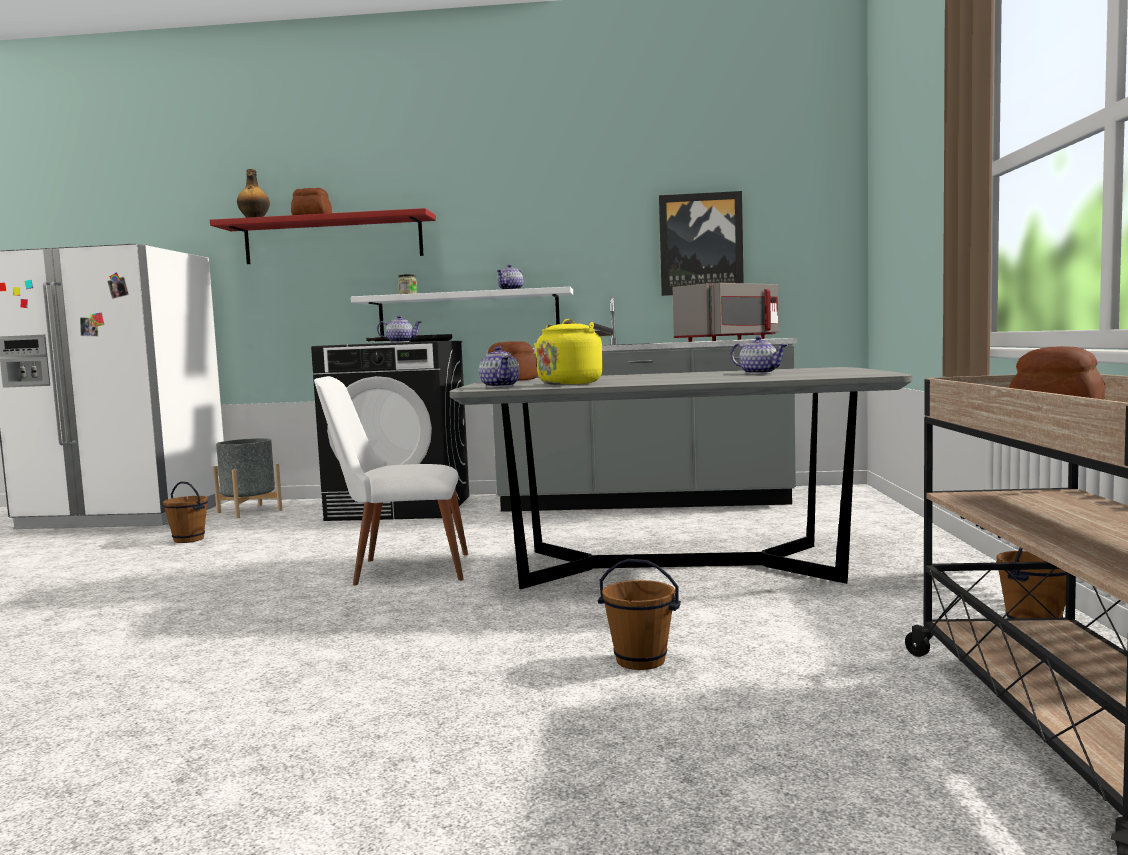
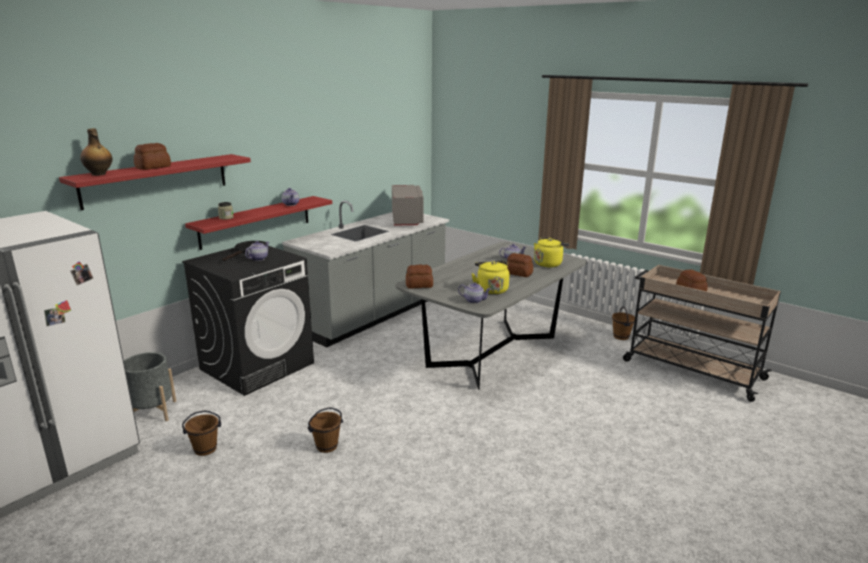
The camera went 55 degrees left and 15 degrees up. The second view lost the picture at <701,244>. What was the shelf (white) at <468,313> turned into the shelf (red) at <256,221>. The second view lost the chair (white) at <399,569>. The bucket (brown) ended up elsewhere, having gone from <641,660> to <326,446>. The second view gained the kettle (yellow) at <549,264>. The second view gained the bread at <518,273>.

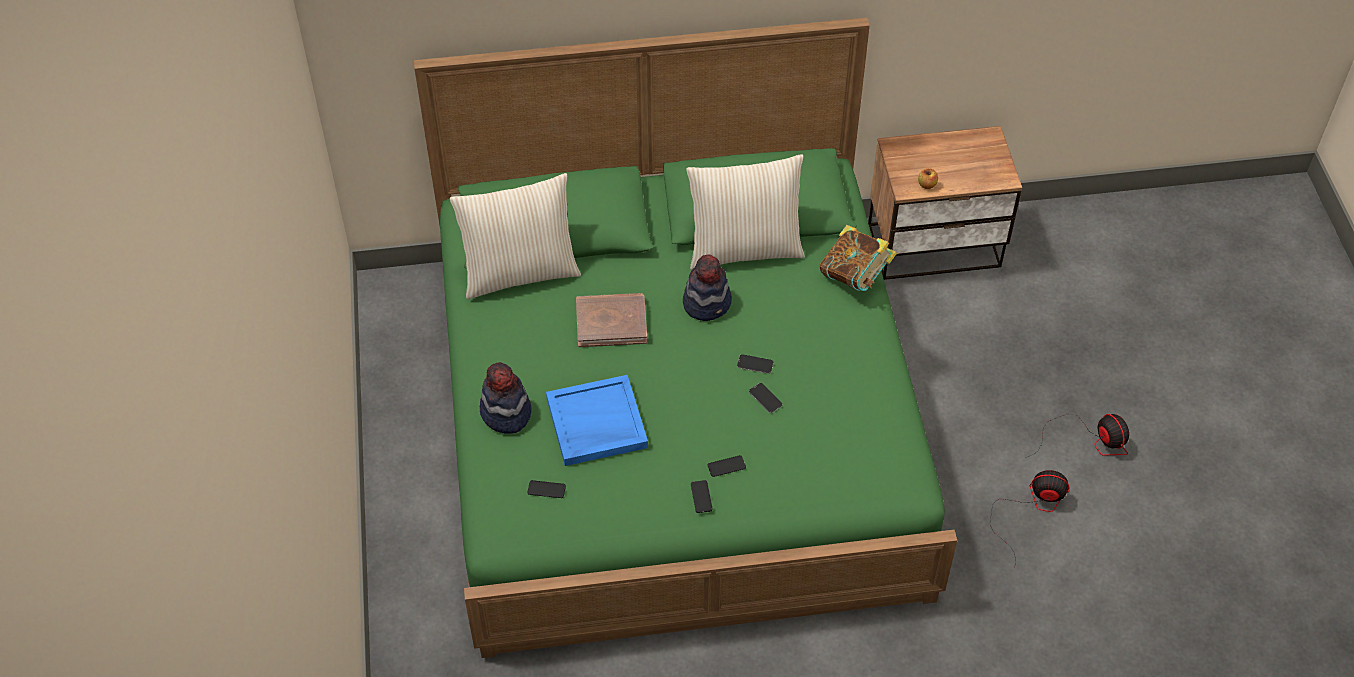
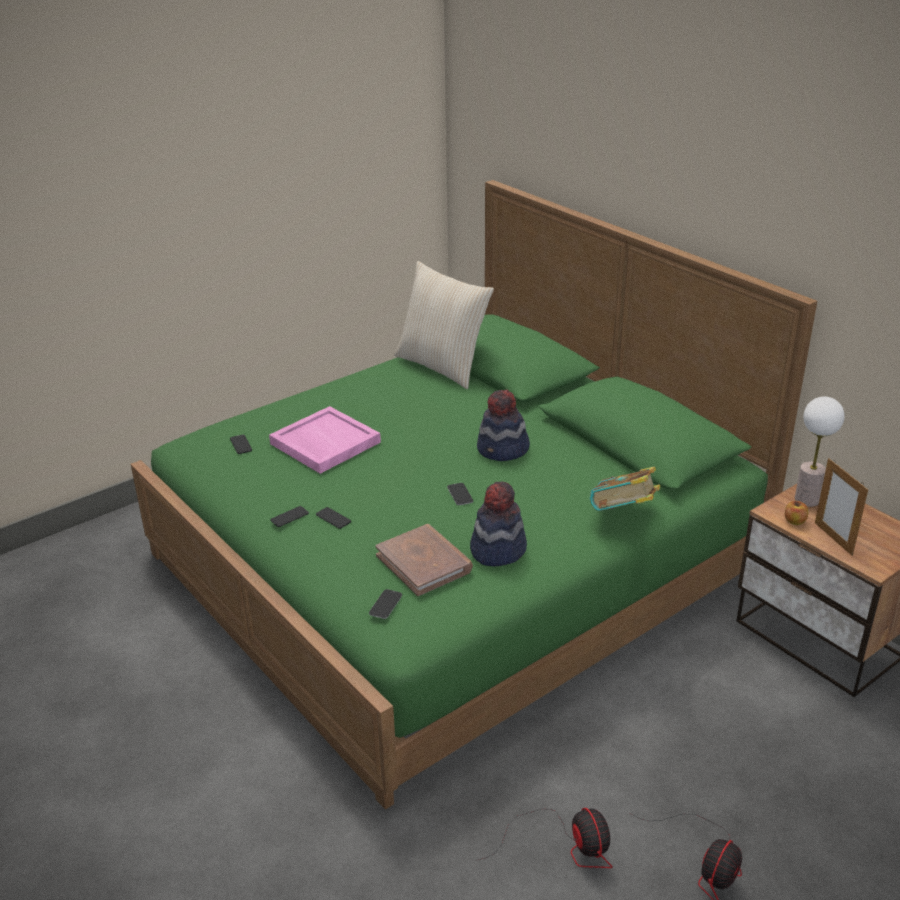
The camera went 60 degrees right and 20 degrees down. The second view lost the pillow (beige) at <744,248>. The book (brown) ended up elsewhere, having gone from <611,322> to <424,563>. The hat ended up elsewhere, having gone from <505,413> to <497,549>. What was the tray (blue) at <596,424> turned into the tray (pink) at <324,443>. The phone ended up elsewhere, having gone from <765,398> to <385,605>. The second view gained the table lamp at <807,499>. The second view gained the picture frame at <833,539>.

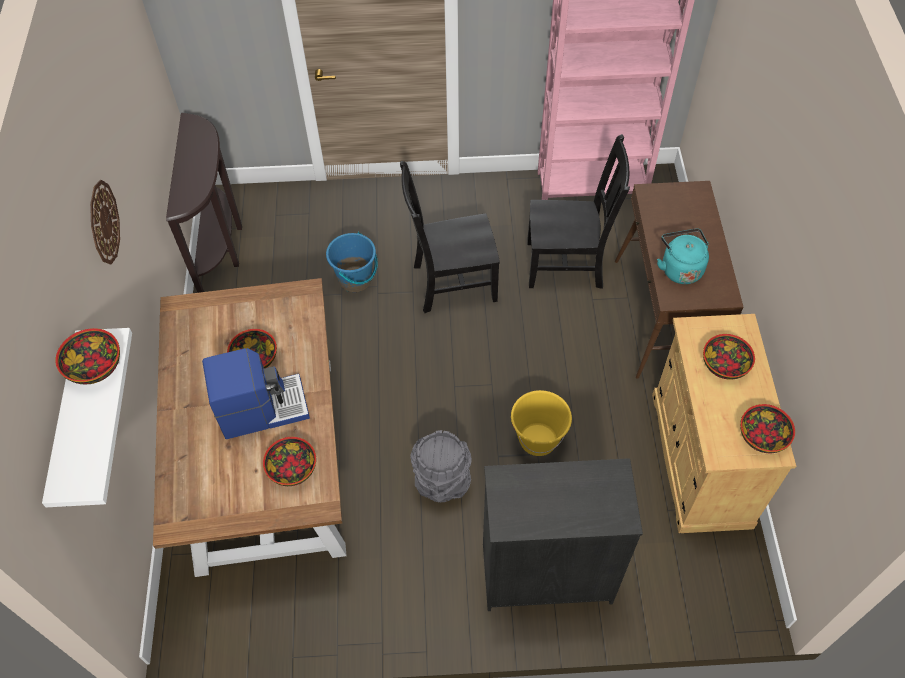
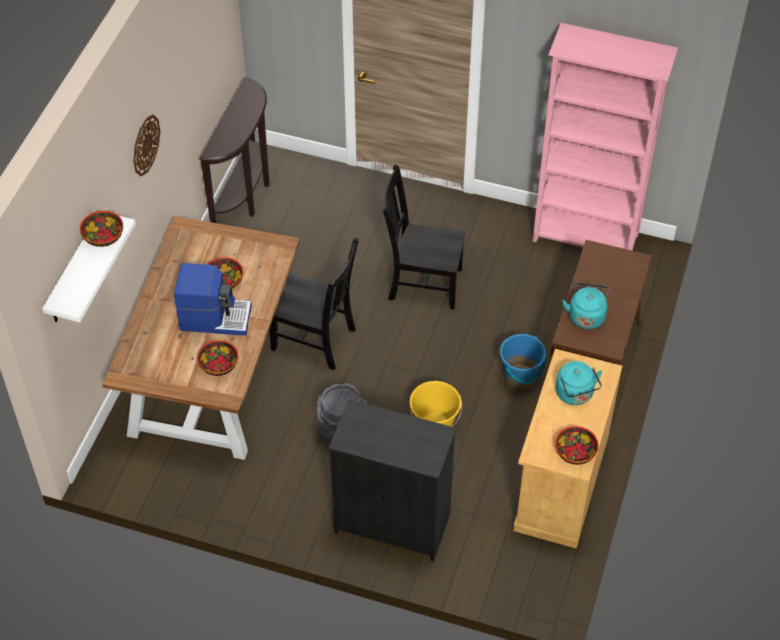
The camera went 20 degrees right and 5 degrees down. The chair (black) ended up elsewhere, having gone from <567,264> to <316,340>. The bucket (blue) ended up elsewhere, having gone from <355,279> to <520,377>. Where the bowl stood at <725,365>, the kettle (turquoise) came to stand at <575,395>.

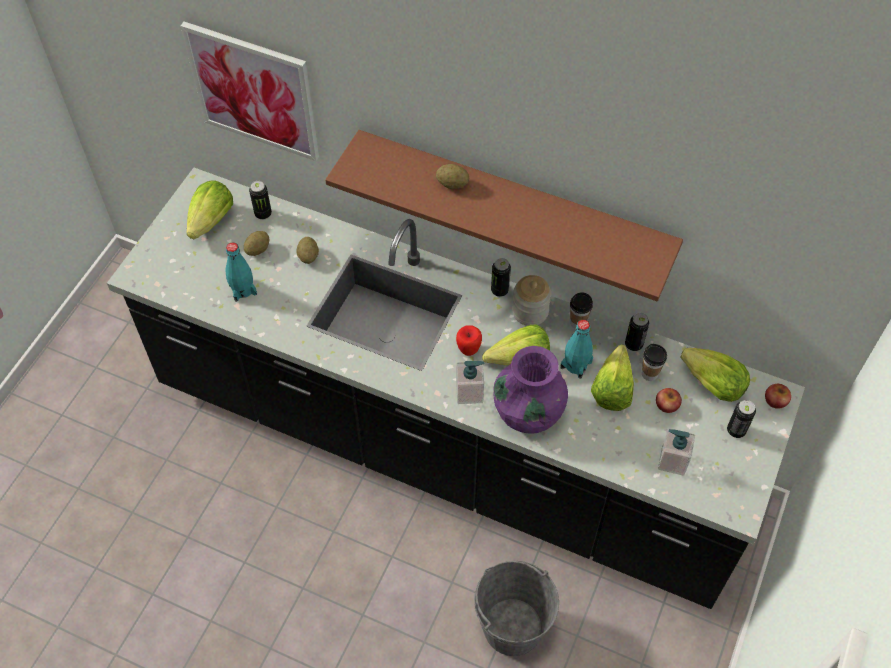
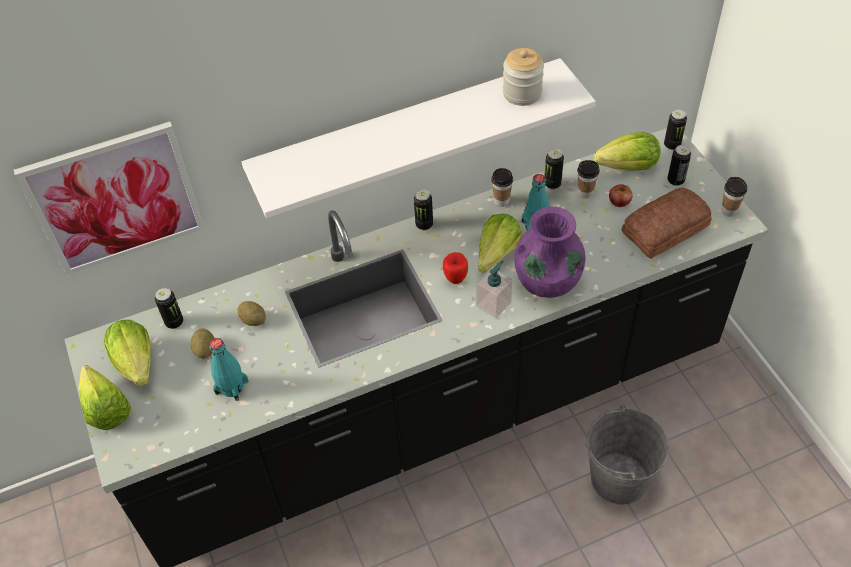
The camera went 45 degrees left and 5 degrees down. What was the shelf (brown) at <513,205> turned into the shelf (white) at <408,134>. The second view lost the potato at <452,184>. The jar ended up elsewhere, having gone from <530,311> to <522,93>. The lettuce ended up elsewhere, having gone from <614,385> to <105,404>. Where the apple stood at <775,400>, the can came to stand at <672,145>. Where the soap dispenser stood at <672,461>, the bread came to stand at <667,230>. The second view gained the cup at <729,210>.

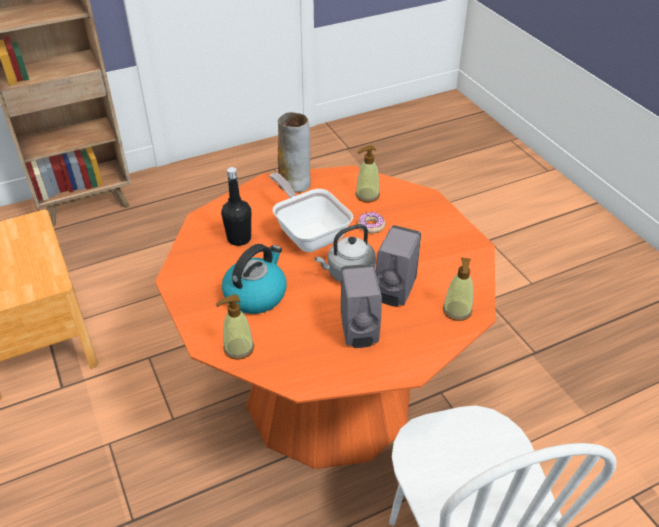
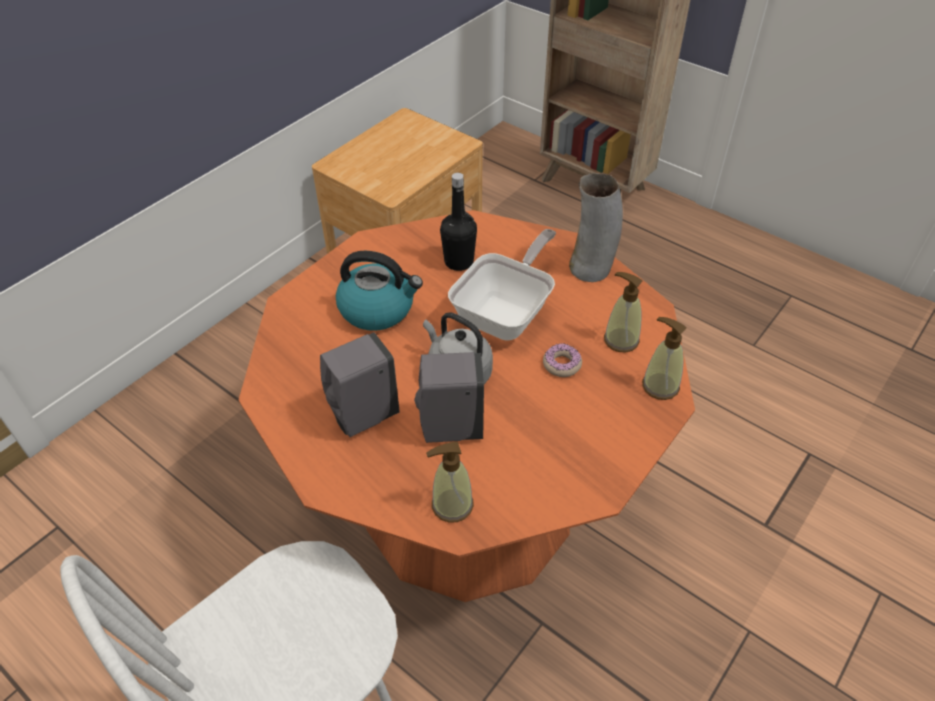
The camera went 65 degrees right and 5 degrees up. The soap dispenser ended up elsewhere, having gone from <238,348> to <660,386>.

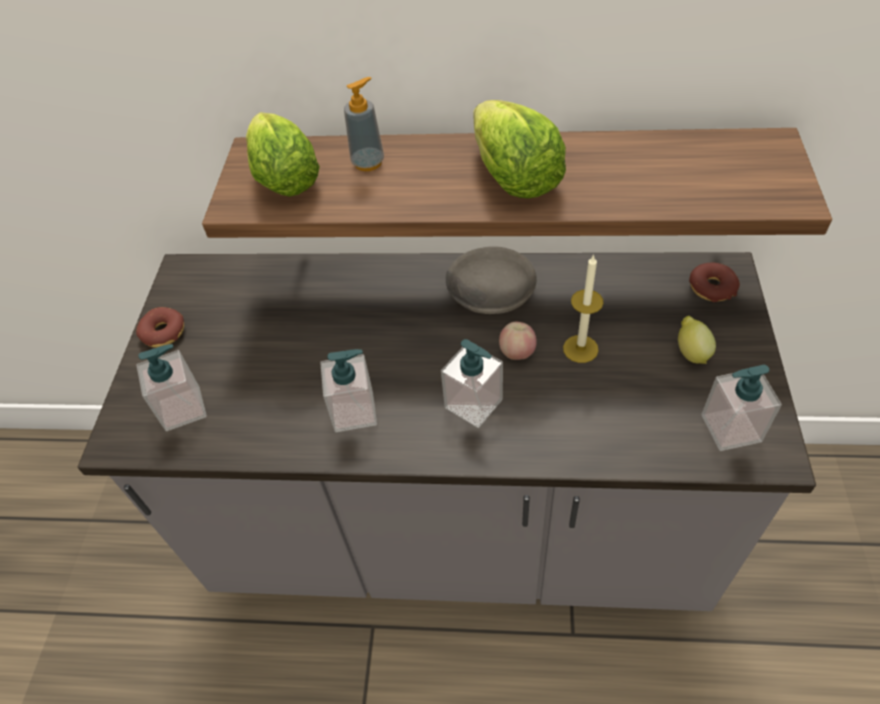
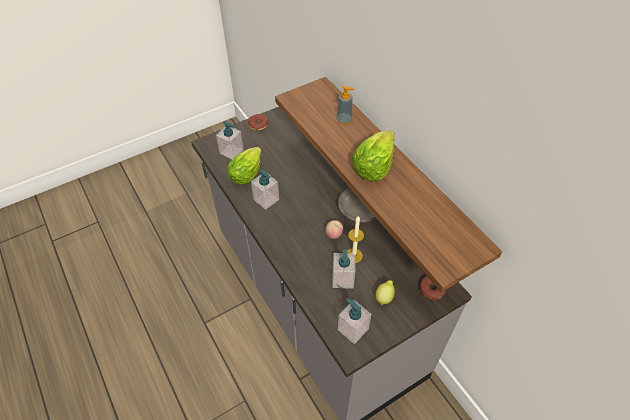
The camera went 50 degrees right and 0 degrees up. The lettuce ended up elsewhere, having gone from <283,175> to <248,173>. The soap dispenser ended up elsewhere, having gone from <474,404> to <343,279>.

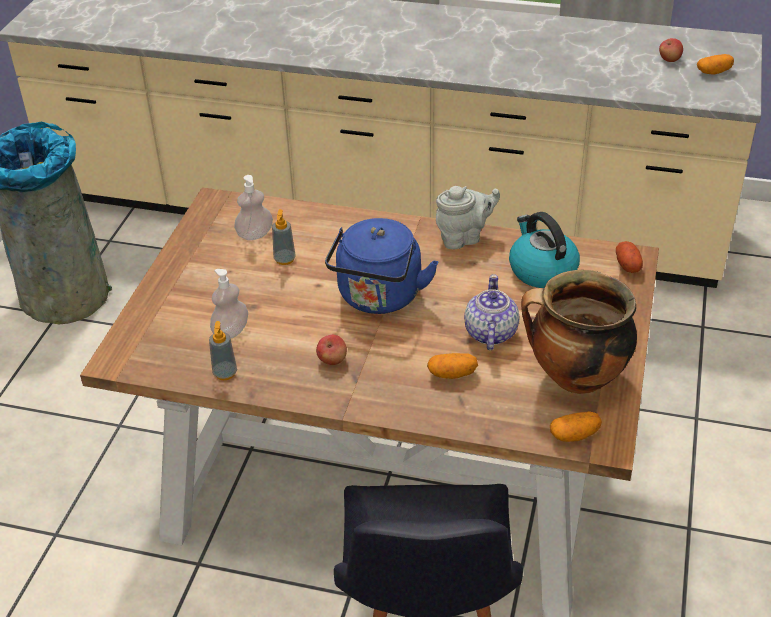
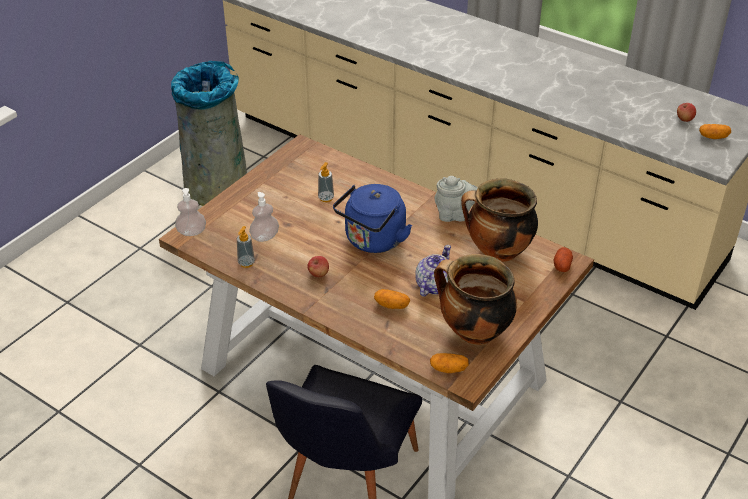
The camera went 20 degrees right and 0 degrees up. The soap dispenser ended up elsewhere, having gone from <255,234> to <191,232>. Where the kettle stood at <541,270>, the cooking pot came to stand at <497,252>.

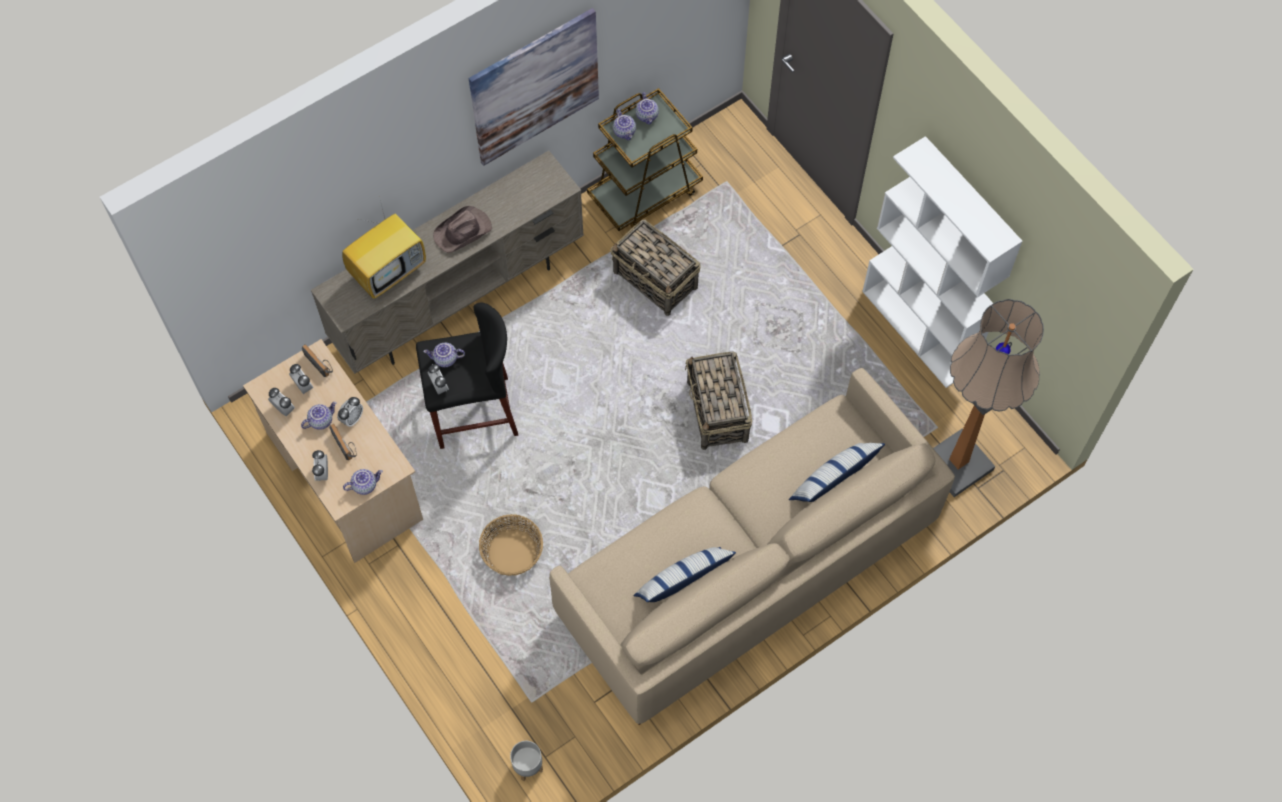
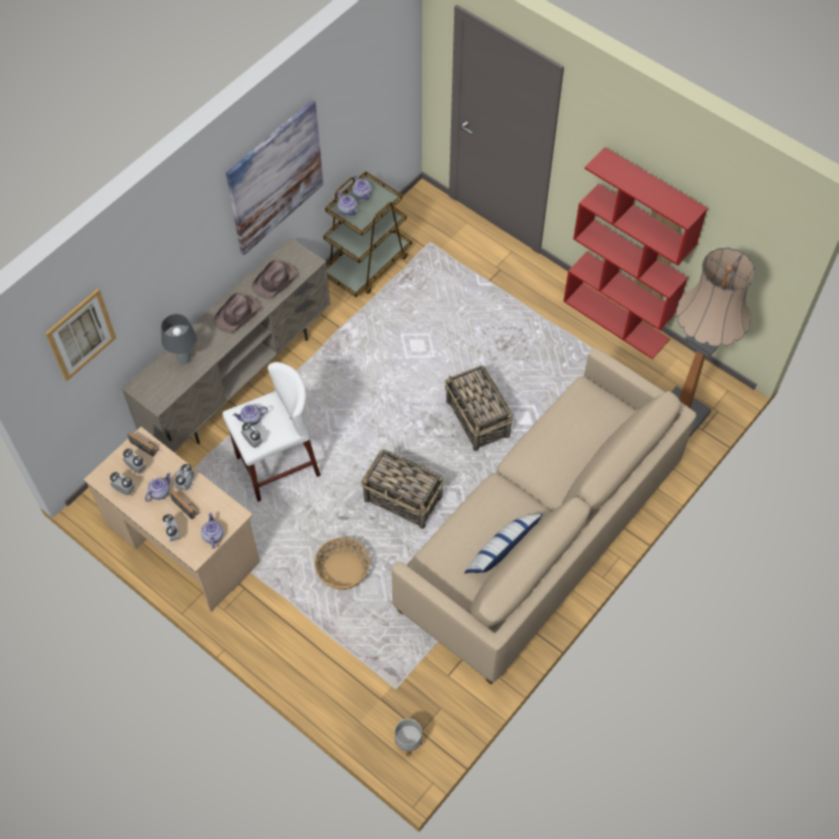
The camera went 15 degrees left and 5 degrees down. What was the bookcase (white) at <919,329> turned into the bookcase (red) at <617,320>. Where the television stood at <389,270>, the table lamp (grey) came to stand at <184,358>. The basket ended up elsewhere, having gone from <656,280> to <403,499>. What was the stool (black) at <474,412> turned into the stool (white) at <277,466>. The second view lost the pillow at <833,479>. The teapot at <365,485> ended up facing another way, 60 degrees counterclockwise from before. The second view gained the hat (brown) at <276,281>. The second view gained the picture at <81,334>.

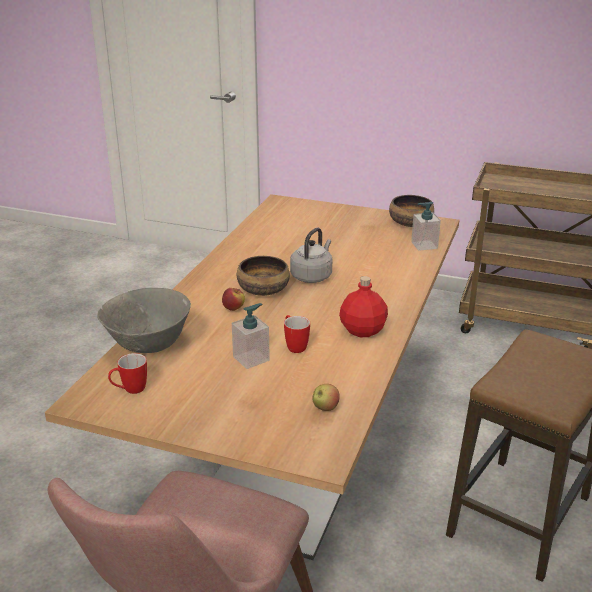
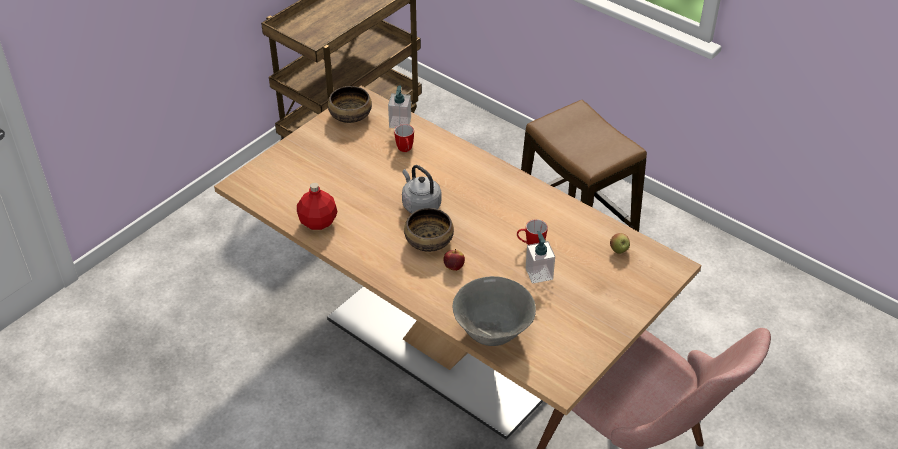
The camera went 70 degrees left and 15 degrees up. The bottle (red) ended up elsewhere, having gone from <362,331> to <318,222>. The mug ended up elsewhere, having gone from <129,390> to <405,151>.

